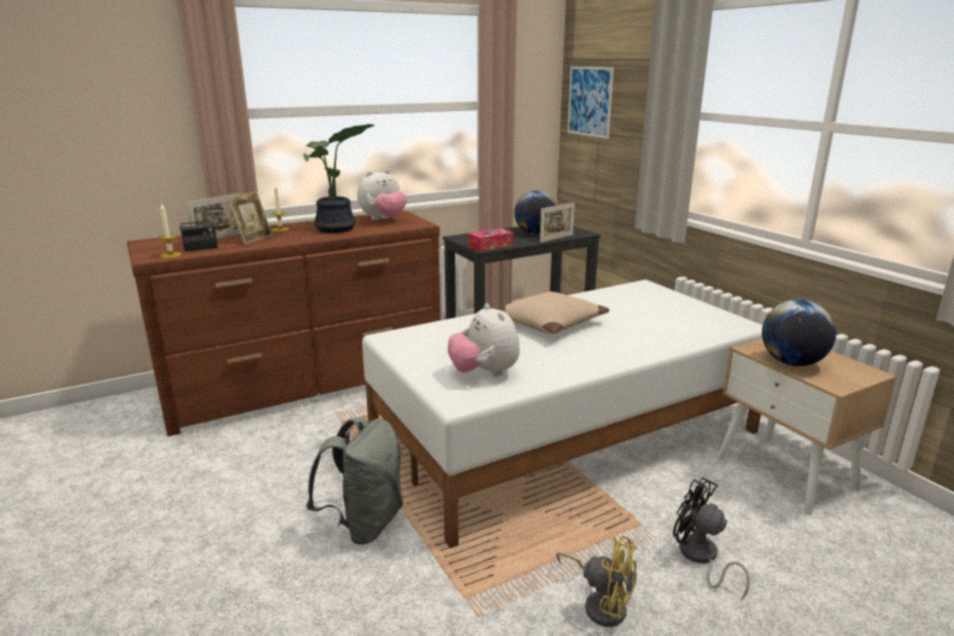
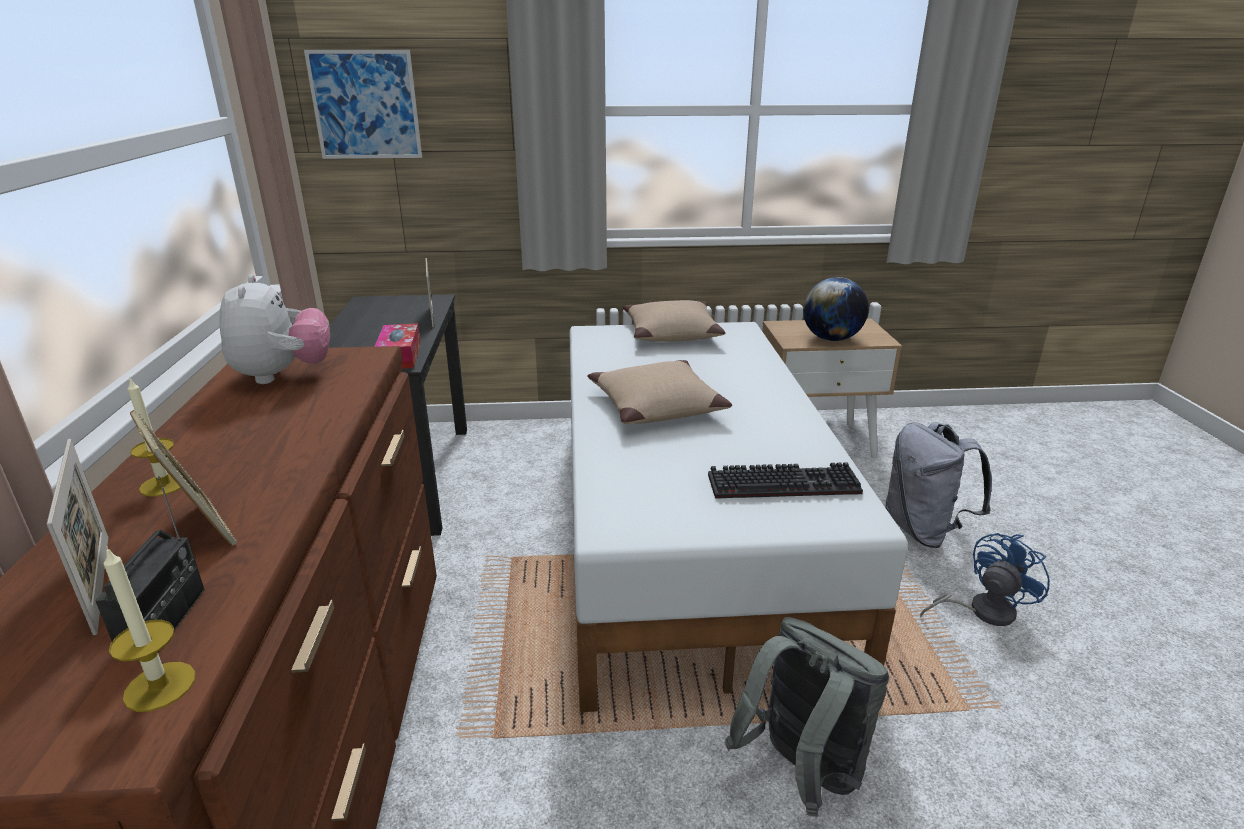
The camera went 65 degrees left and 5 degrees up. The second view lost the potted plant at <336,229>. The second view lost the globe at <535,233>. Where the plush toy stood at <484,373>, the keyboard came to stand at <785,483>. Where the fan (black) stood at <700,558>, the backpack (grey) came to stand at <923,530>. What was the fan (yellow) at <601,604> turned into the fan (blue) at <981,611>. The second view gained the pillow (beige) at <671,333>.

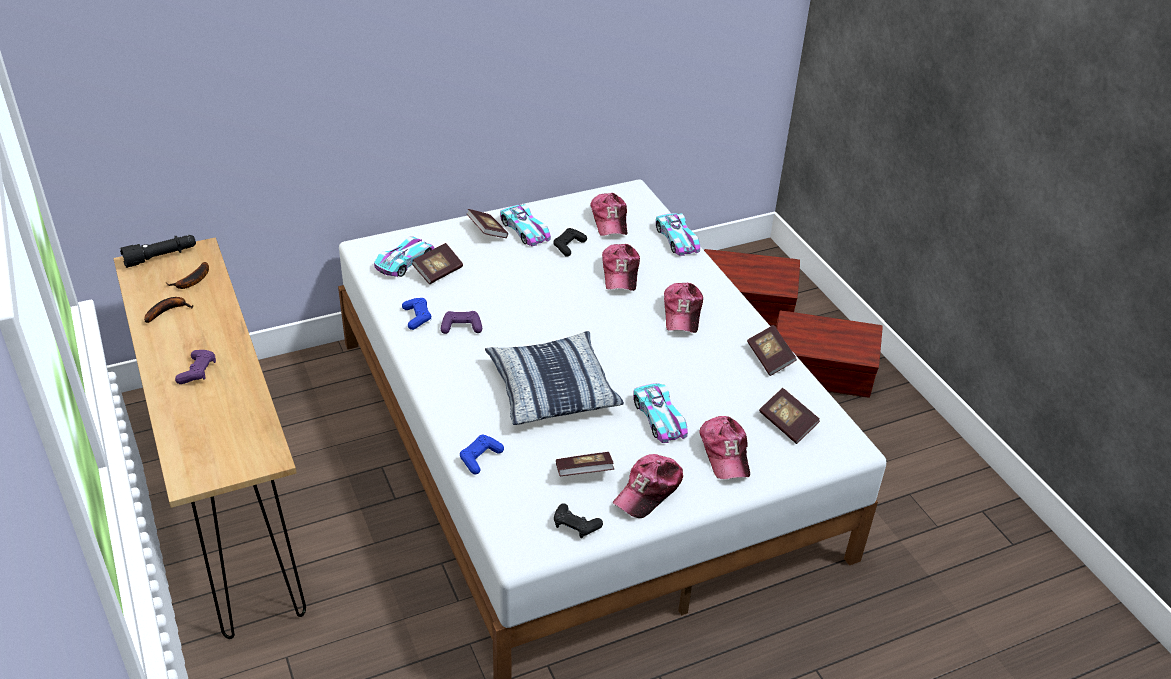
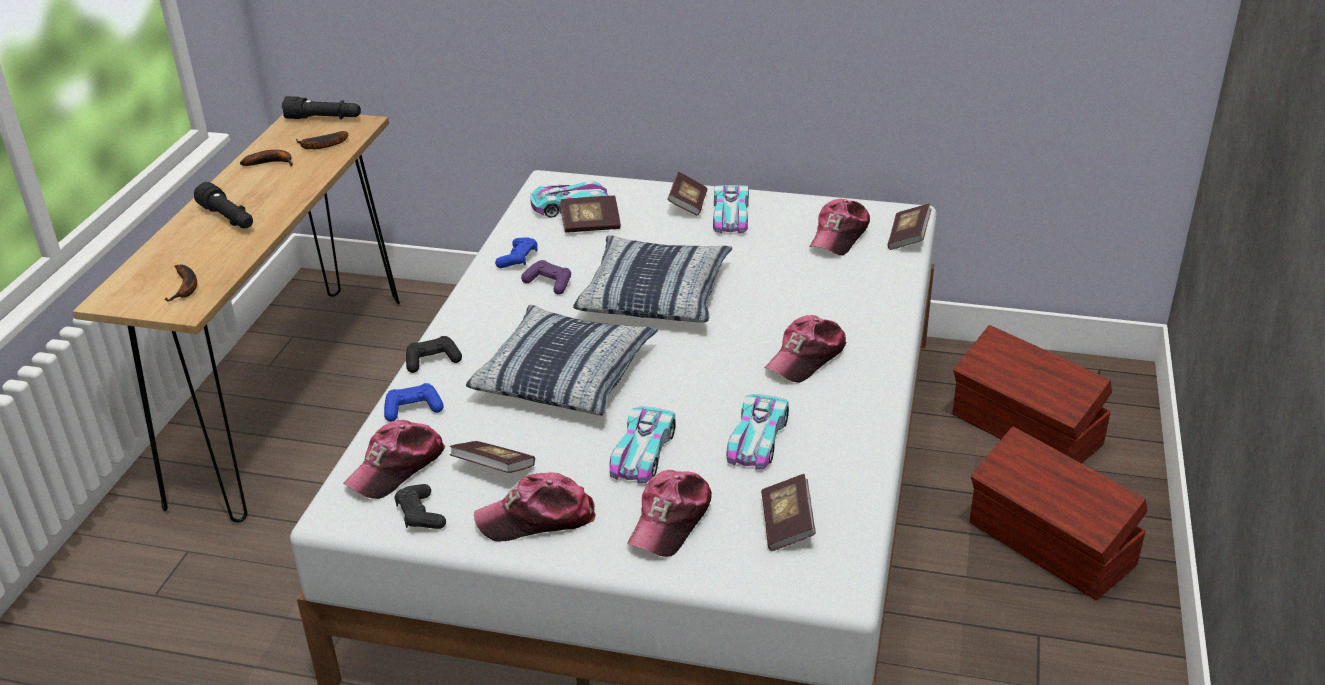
The camera went 40 degrees right and 5 degrees down. The toy car ended up elsewhere, having gone from <677,239> to <757,438>. The game controller (black) ended up elsewhere, having gone from <569,246> to <432,361>. The cap ended up elsewhere, having gone from <620,273> to <396,467>. The book ended up elsewhere, having gone from <770,358> to <908,238>. Where the game controller (purple) stood at <197,372>, the flashlight (black) came to stand at <228,218>. The second view gained the pillow at <655,294>. The second view gained the banana at <186,287>.

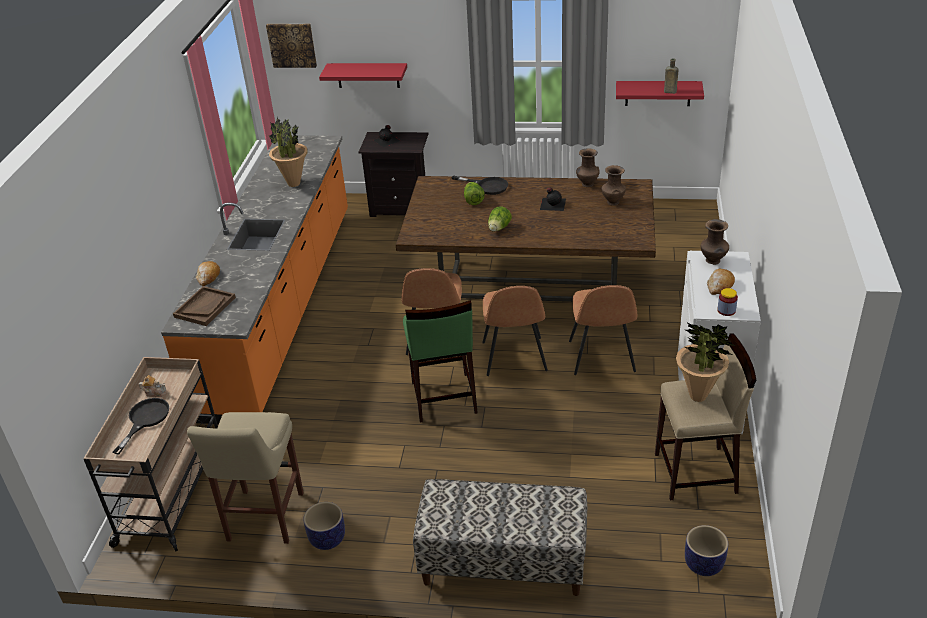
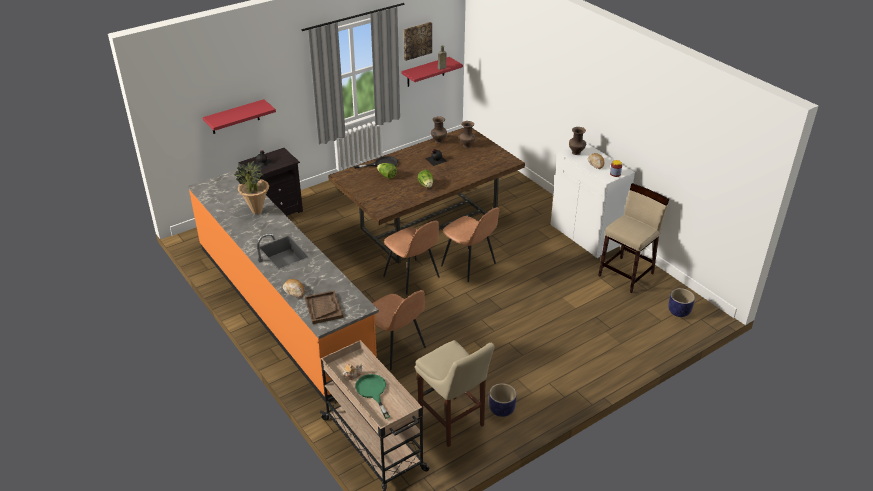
The camera went 45 degrees left and 0 degrees up. The picture ended up elsewhere, having gone from <292,45> to <417,40>. The chair (brown) ended up elsewhere, having gone from <601,357> to <395,349>. The second view lost the stool (green) at <443,398>. The second view lost the potted plant at <698,396>. What was the frying pan (black) at <145,420> turned into the frying pan (green) at <373,392>. The second view lost the bench at <503,563>.

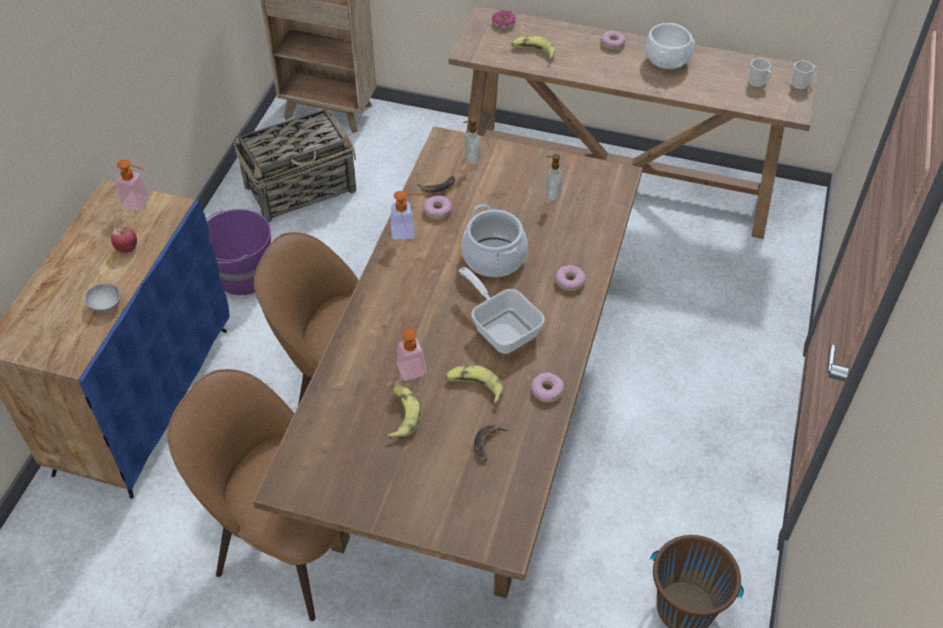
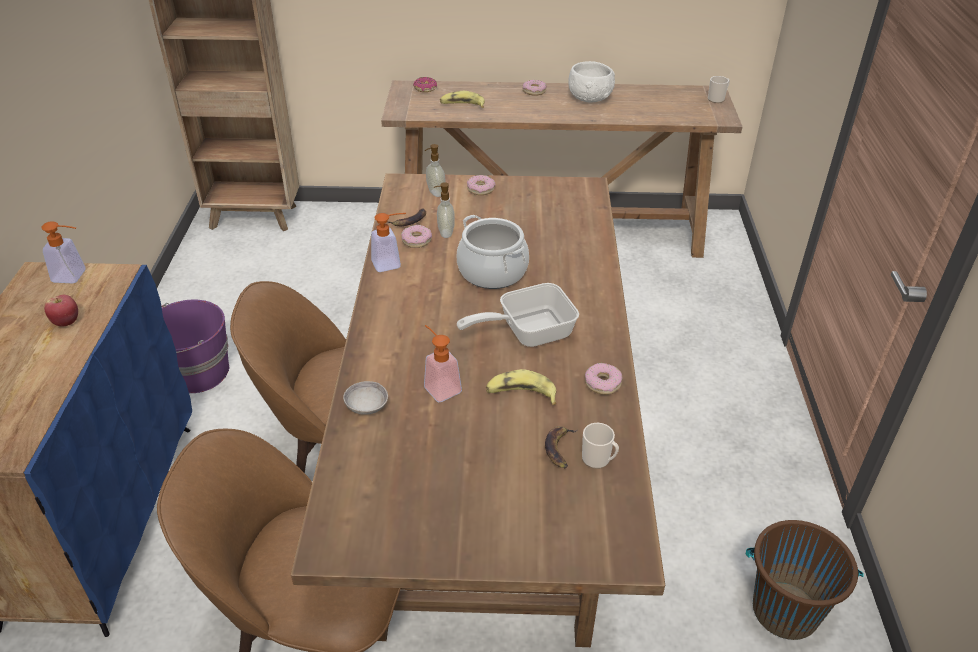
The camera went 15 degrees left and 10 degrees down. The mug ended up elsewhere, having gone from <758,83> to <598,460>. The second view lost the basket at <302,188>. The soap dispenser ended up elsewhere, having gone from <552,194> to <445,233>. The donut ended up elsewhere, having gone from <570,281> to <481,189>. The frying pan at <502,327> ended up facing another way, 60 degrees counterclockwise from before. The bowl (grey) ended up elsewhere, having gone from <105,304> to <367,407>. The second view lost the banana at <402,414>.

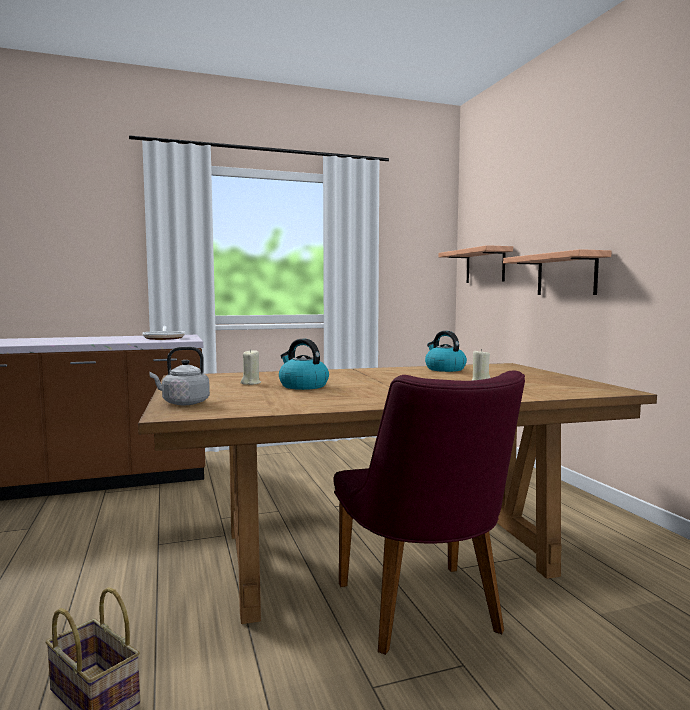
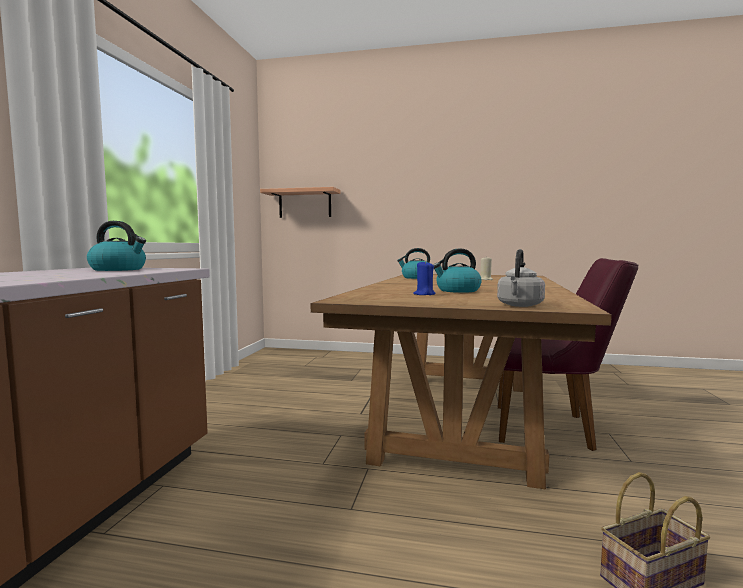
The camera went 60 degrees left and 0 degrees up. The second view lost the shelf at <566,275>. Where the frying pan stood at <164,338>, the kettle came to stand at <119,269>. What was the candle (beige) at <251,383> turned into the candle (blue) at <424,294>.

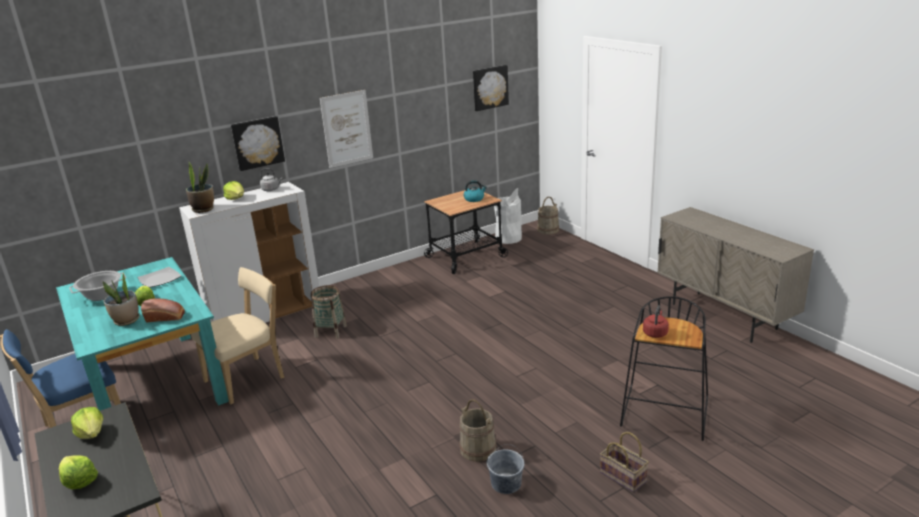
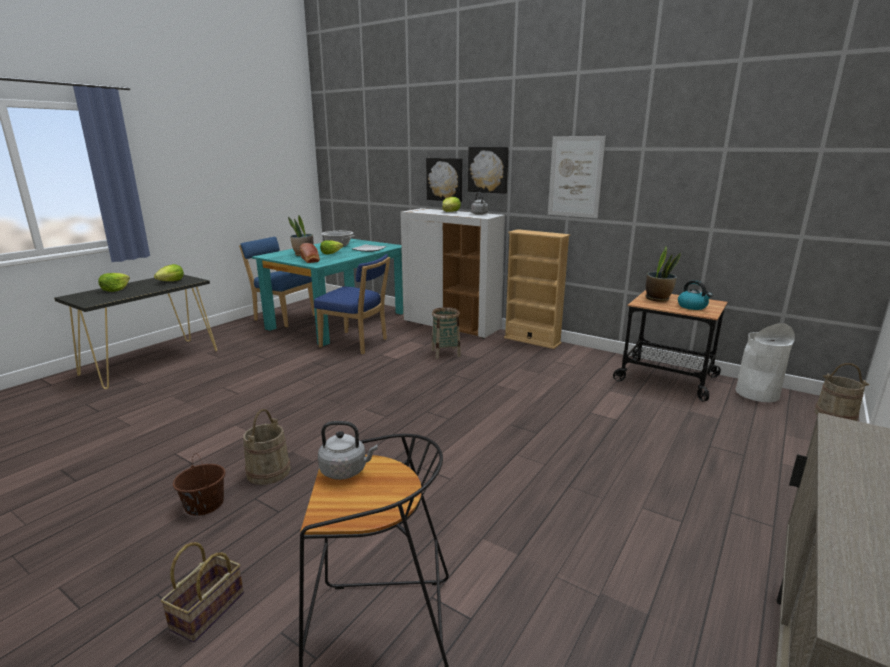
The camera went 65 degrees right and 5 degrees down. The picture ended up elsewhere, having gone from <489,87> to <445,179>. The potted plant ended up elsewhere, having gone from <203,209> to <658,299>. What was the chair (beige) at <248,378> turned into the chair (blue) at <356,344>. What was the kettle (red) at <655,333> turned into the kettle (grey) at <346,471>. What was the bucket (grey) at <505,483> turned into the bucket (brown) at <204,504>. The second view gained the bookcase (beige) at <532,340>.

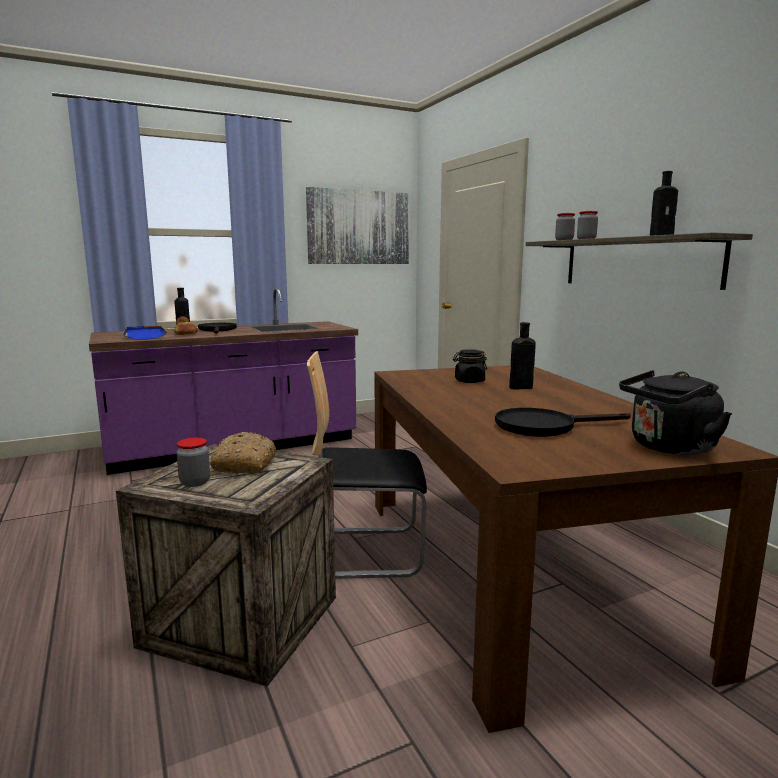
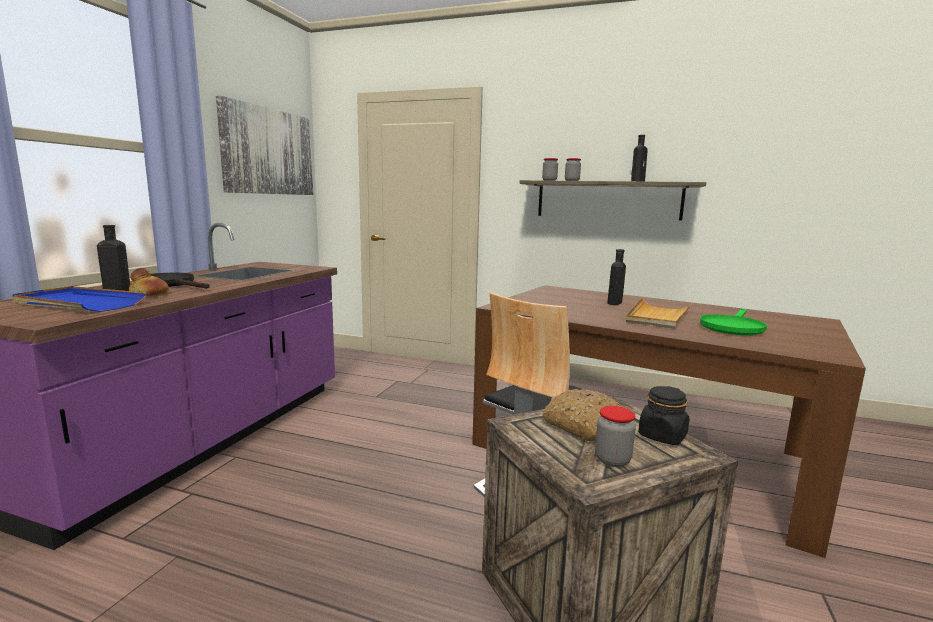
The camera went 45 degrees left and 0 degrees up. The jar (black) ended up elsewhere, having gone from <469,381> to <662,436>. The second view lost the kettle (black) at <668,448>. What was the frying pan (black) at <545,426> turned into the frying pan (green) at <732,327>. The second view gained the tray (beige) at <657,316>.

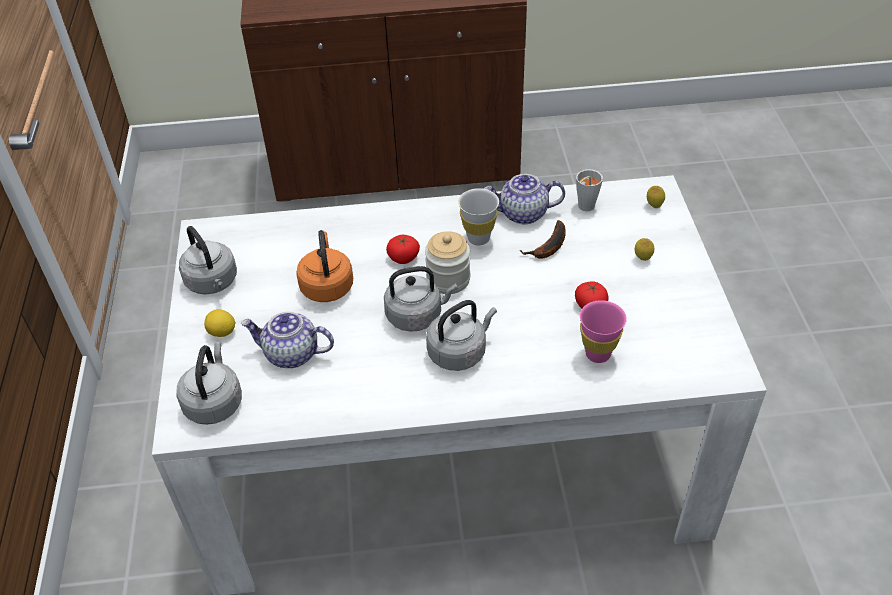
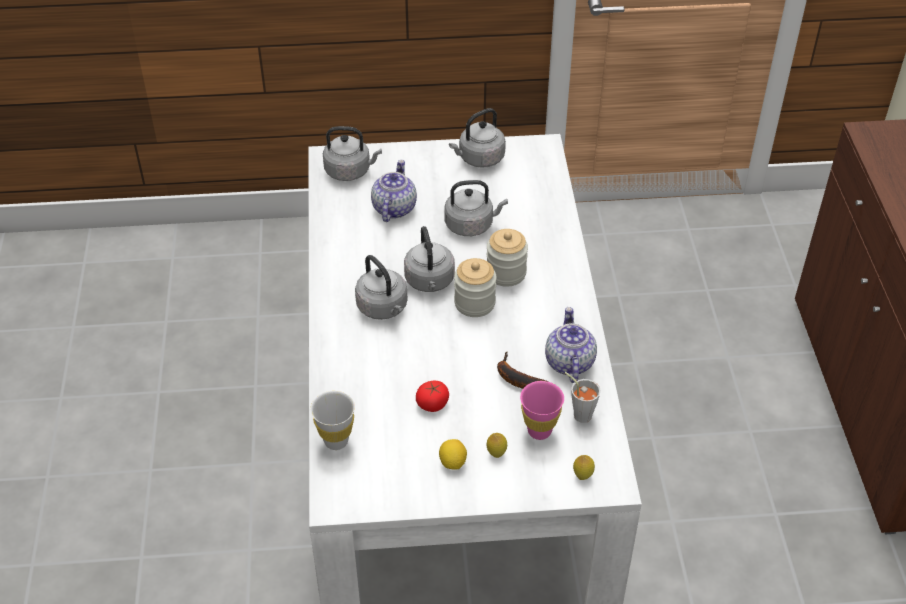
The camera went 90 degrees right and 0 degrees up. The cup (white) ended up elsewhere, having gone from <478,238> to <336,441>. What was the kettle (orange) at <327,285> turned into the kettle (grey) at <471,225>. Where the tomato stood at <403,257>, the jar came to stand at <506,273>. The cup (pink) ended up elsewhere, having gone from <598,354> to <539,431>. The lemon ended up elsewhere, having gone from <222,332> to <452,462>.

